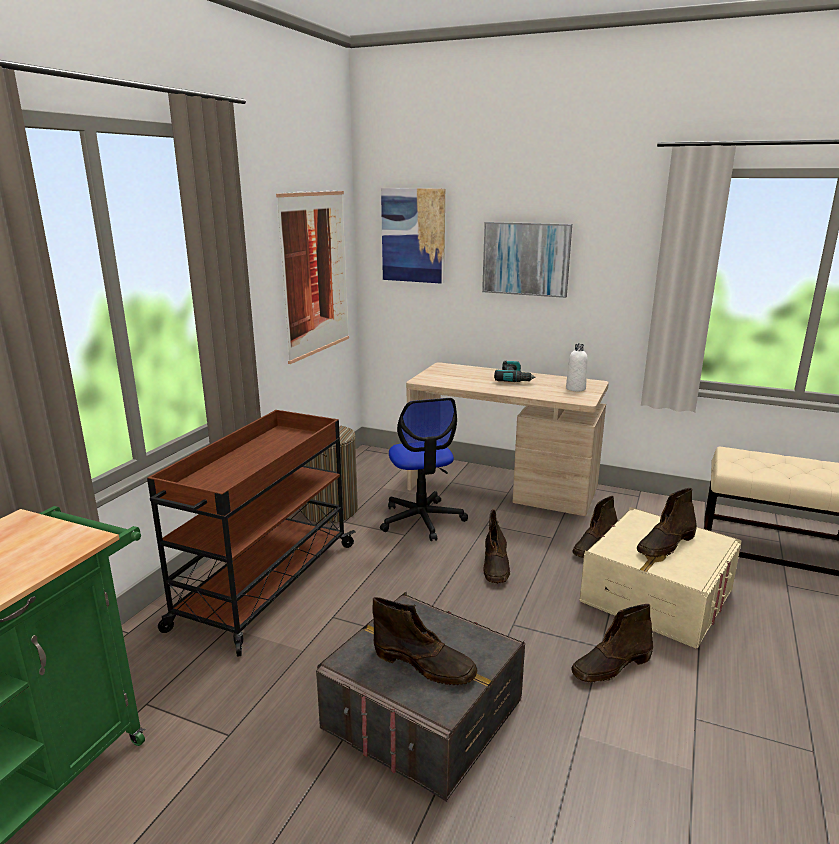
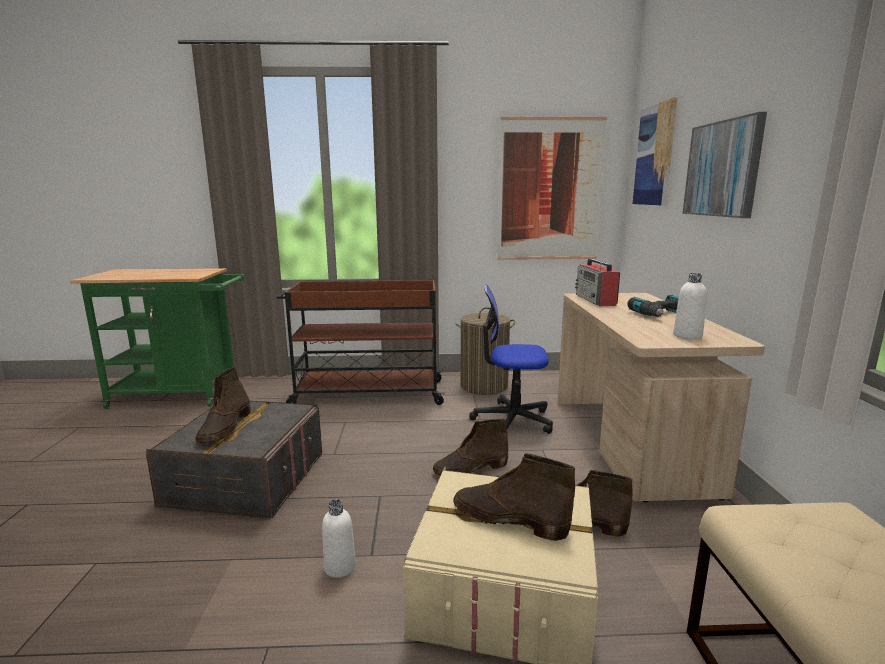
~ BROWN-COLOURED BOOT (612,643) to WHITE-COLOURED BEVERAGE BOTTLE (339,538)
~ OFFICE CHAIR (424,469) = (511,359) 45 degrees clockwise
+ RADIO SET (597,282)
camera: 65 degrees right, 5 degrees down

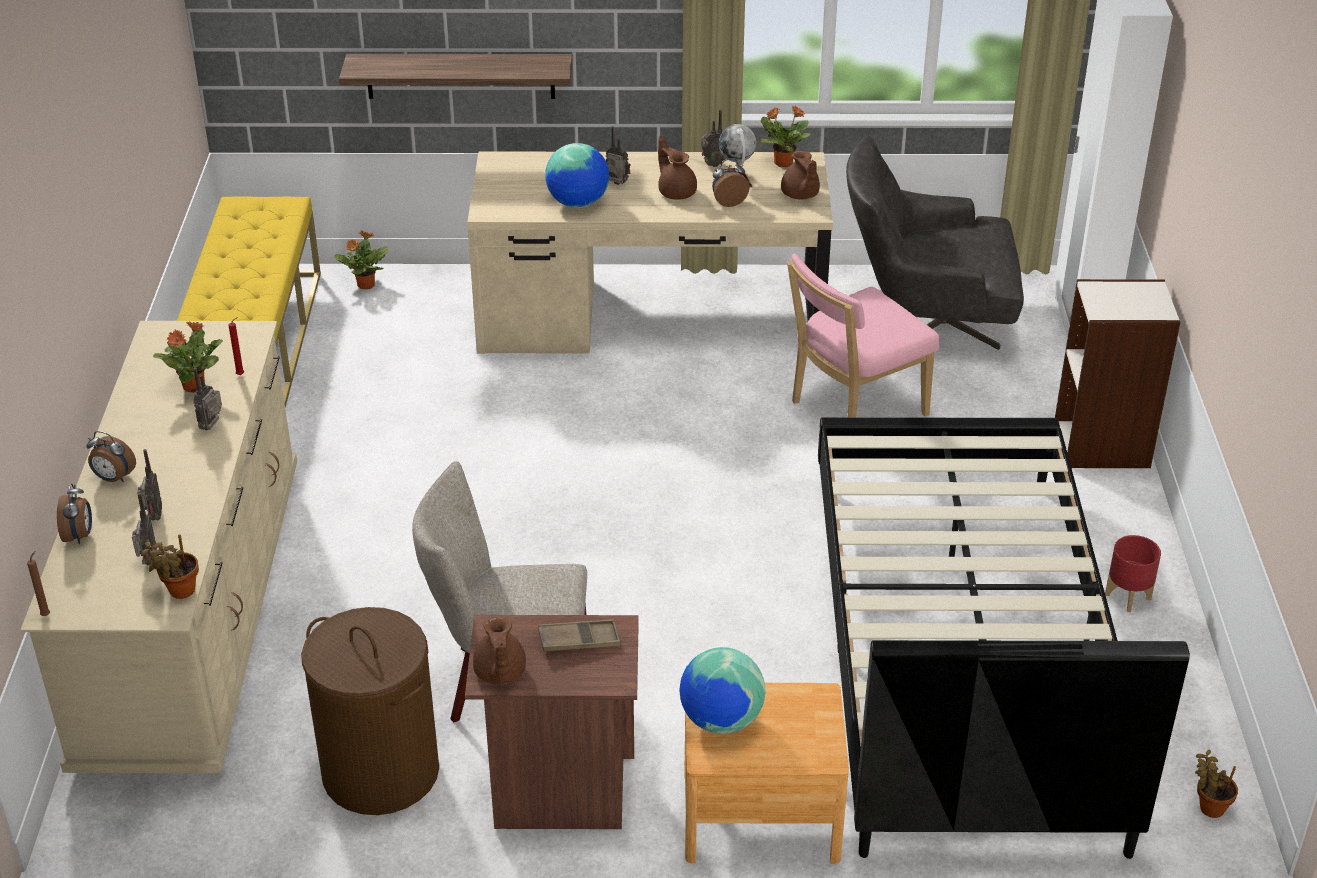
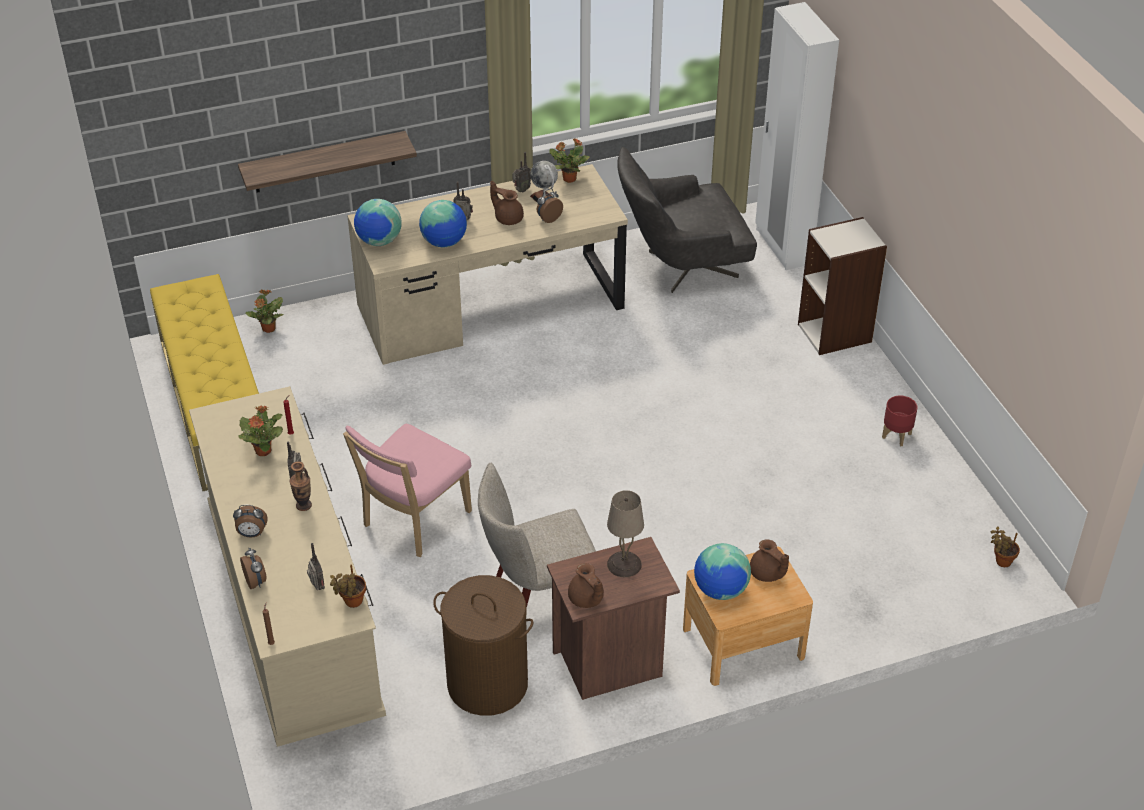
+ VASE (301,486)
~ PINK-COLOURED PLAIN CHAIR (863,335) to (407,490)
+ DESK GLOBE (378,222)
~ BROWN-COLOURED TRAY (579,635) to SAND-COLOURED LAMP FOR A TABLE (625,533)
~ BROWN-COLOURED TEA POT (800,175) to (769,560)
- RADIO SET (149,485)
- BLACKISH BED (1004,638)
camera: 20 degrees left, 5 degrees up

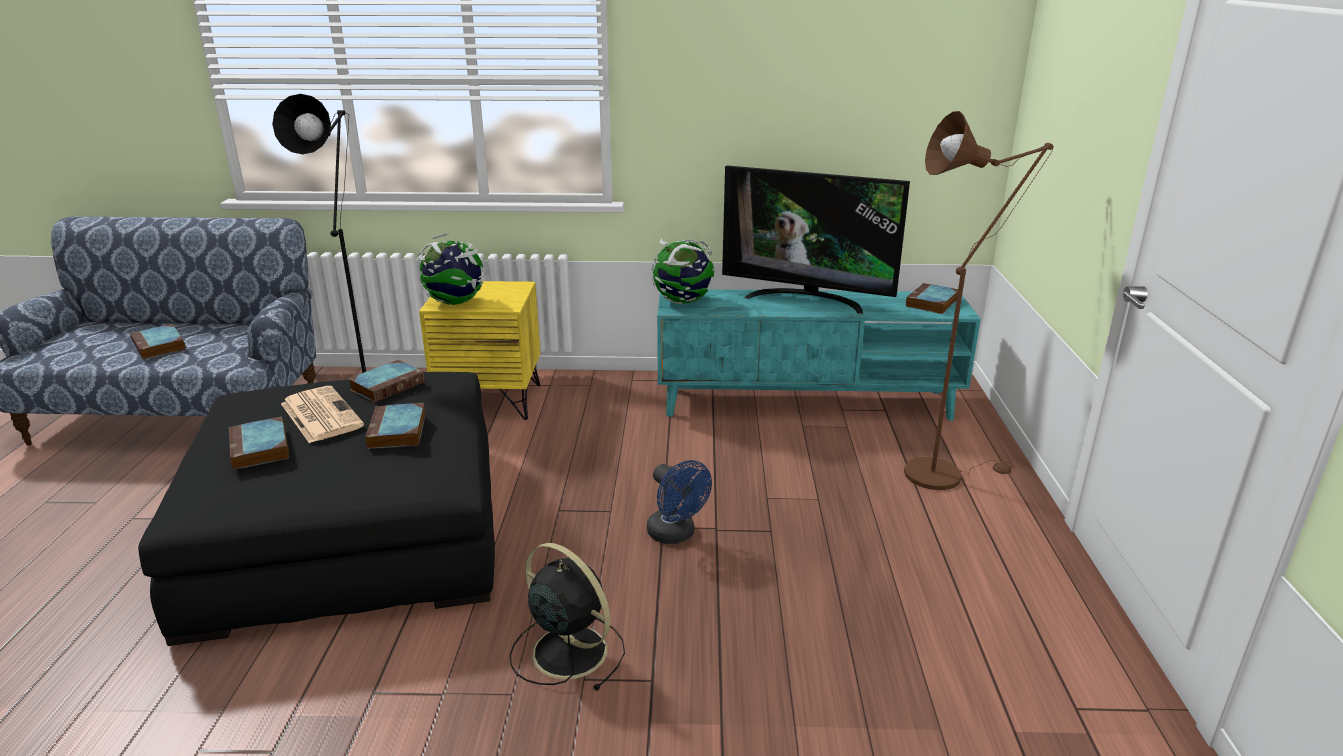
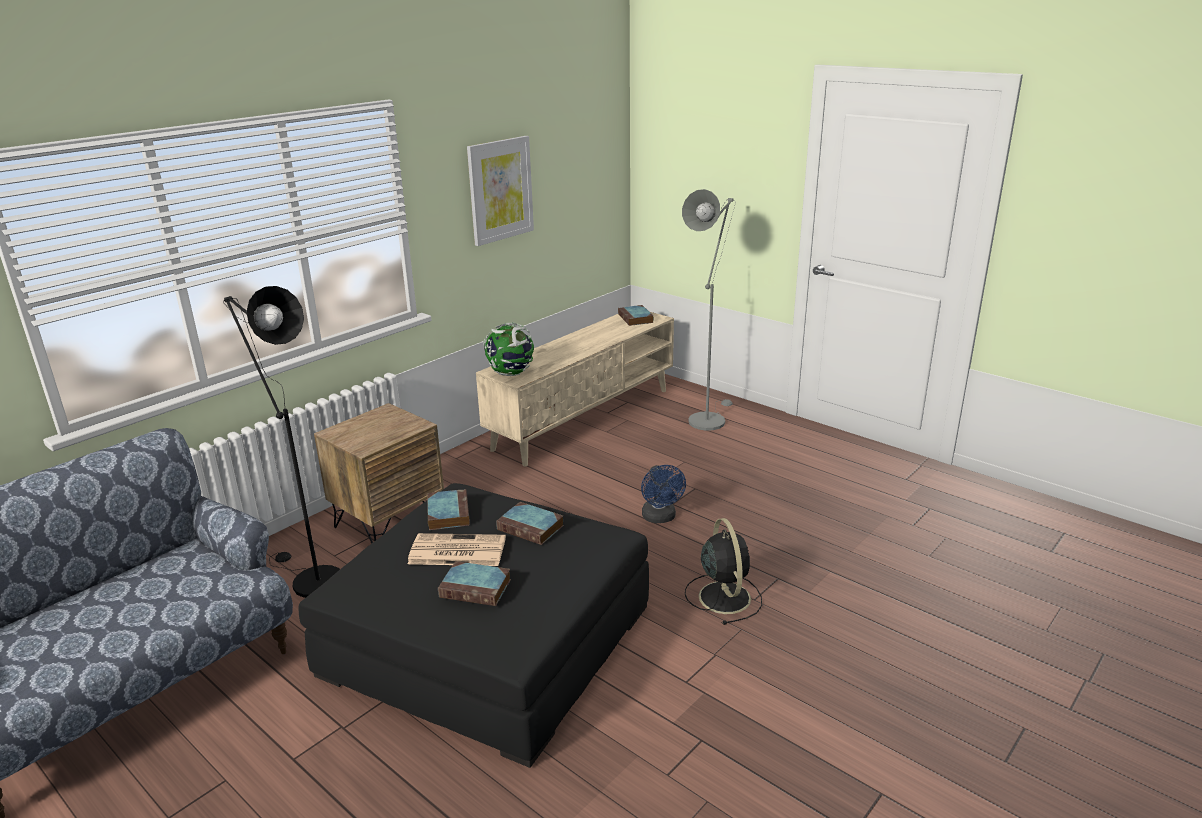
~ YELLOW NIGHT TABLE (480,350) to BROWN-COLOURED NIGHT TABLE (379,473)
+ WALL PICTURE (500,191)
~ BLUE-GREEN MEDIA CONSOLE (819,355) to SAND-COLOURED MEDIA CONSOLE (575,389)
~ BLUISH FAN (679,502) = (663,494) 75 degrees clockwise
~ BROWN-COLOURED STANDARD LAMP (979,300) to GREY STANDARD LAMP (709,310)
~ BLACKISH FAN (567,617) = (723,571) 90 degrees clockwise
- VOLUME (158,341)
- DESK GLOBE (452,269)
- TV SET (816,239)
camera: 50 degrees left, 0 degrees up

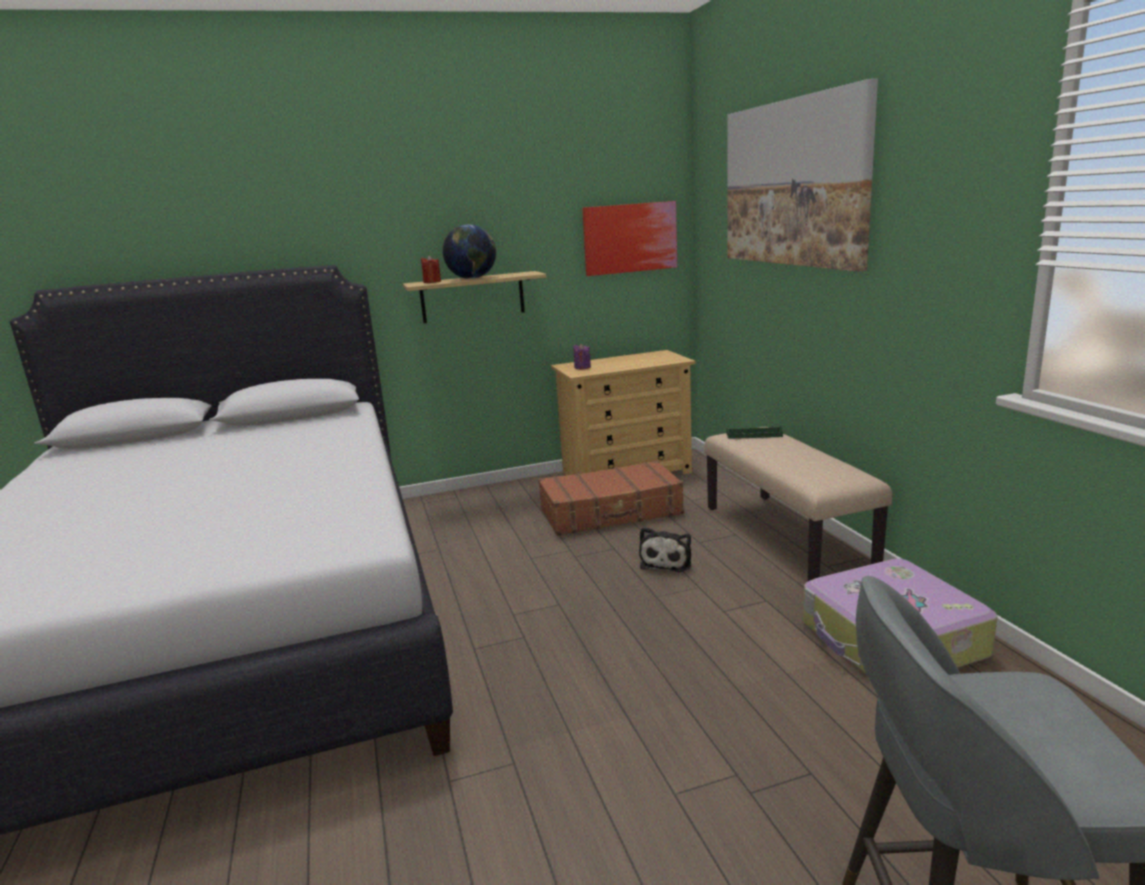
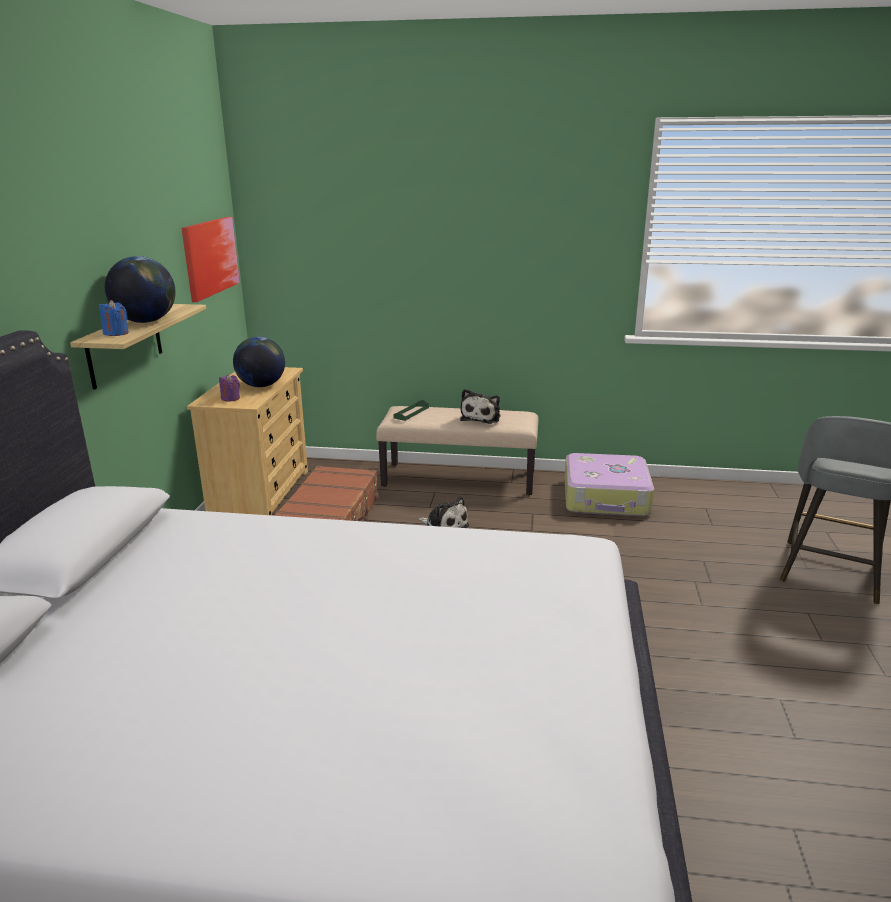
~ RED WAX CANDLE (431,269) to BLUISH WAX CANDLE (114,318)
+ DESK GLOBE (259,361)
+ CUDDLY TOY (480,406)
- WALL PICTURE (802,175)
camera: 65 degrees left, 5 degrees up

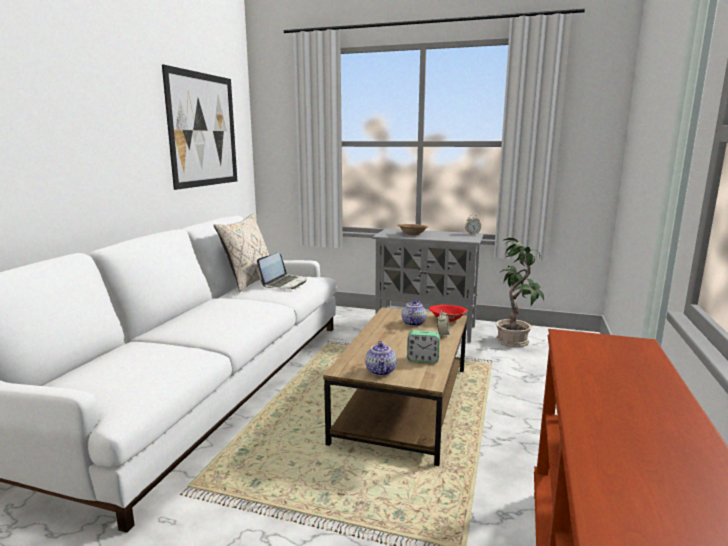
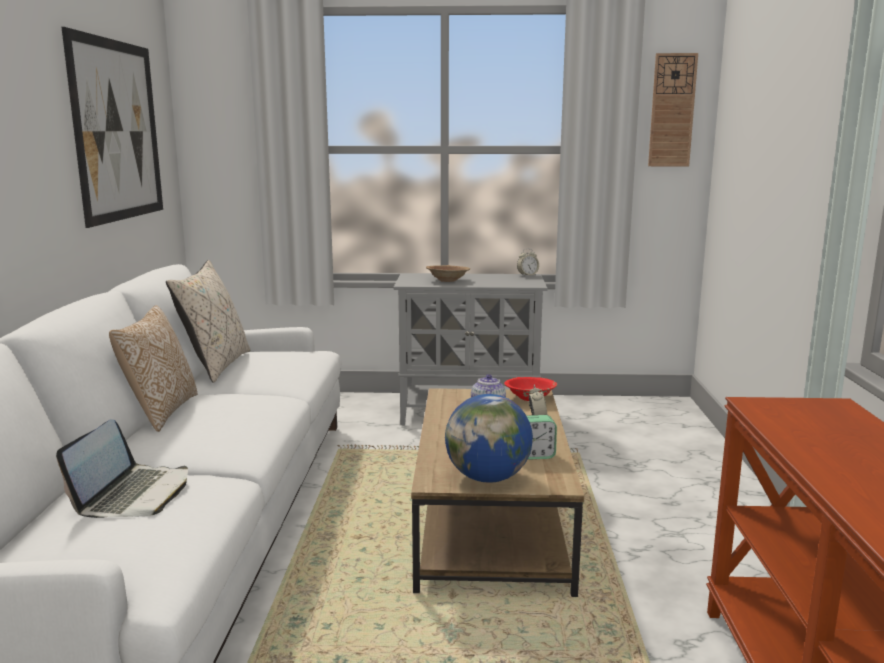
~ LAPTOP (282,270) to (122,468)
+ THROW PILLOW (153,368)
~ TEA POT (381,358) to DESK GLOBE (489,438)
+ WALL CLOCK (673,109)
- POTTED PLANT (520,292)
camera: 15 degrees left, 0 degrees up

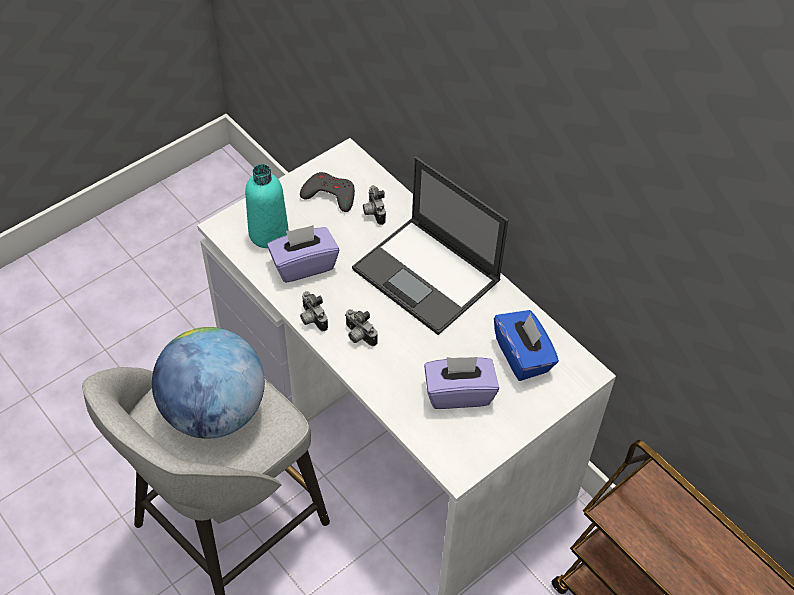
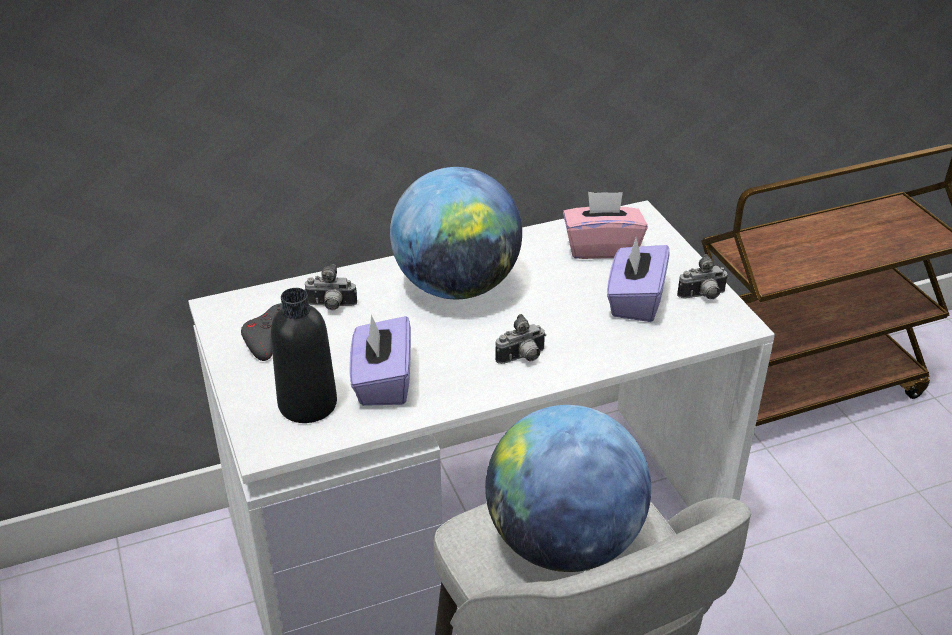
~ BLUE-GREEN BEVERAGE BOTTLE (267,206) to BLACKISH BEVERAGE BOTTLE (304,355)
~ LAPTOP (430,246) to DESK GLOBE (456,233)
~ BLUISH TISSUE HOLDER (526,345) to PINK-COLOURED TISSUE HOLDER (605,225)
~ PHOTO CAMERA (314,311) to (702,276)
camera: 70 degrees left, 15 degrees down

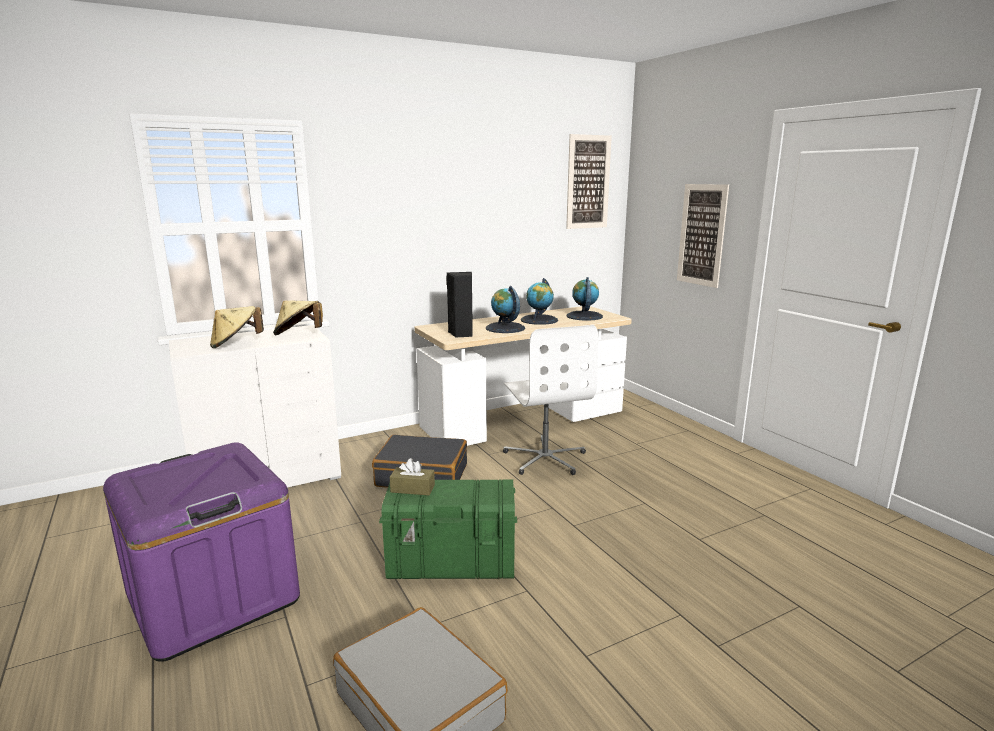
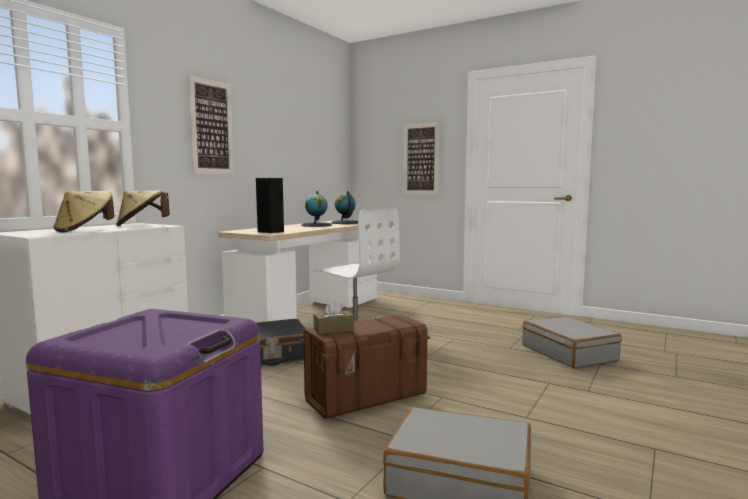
~ WALL PICTURE (589,181) to (211,124)
~ GREEN-COLOURED STORAGE BIN (448,529) to BROWN-COLOURED STORAGE BIN (365,366)
+ GREY PIECE OF LUGGAGE (572,342)
- DESK GLOBE (505,309)
camera: 30 degrees left, 10 degrees down

